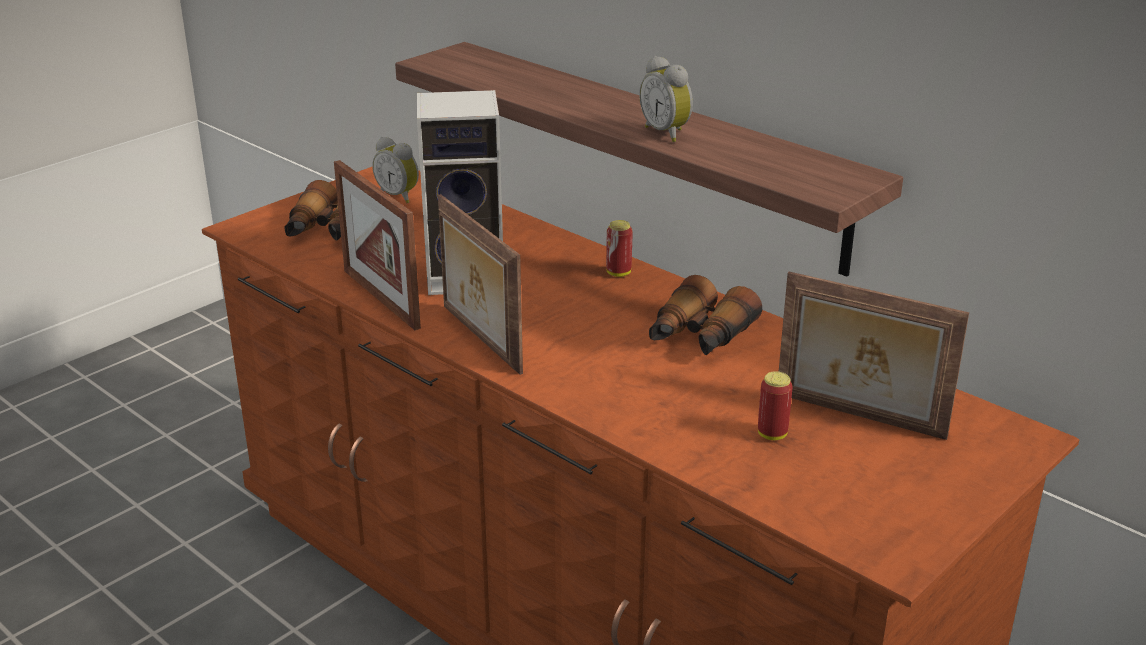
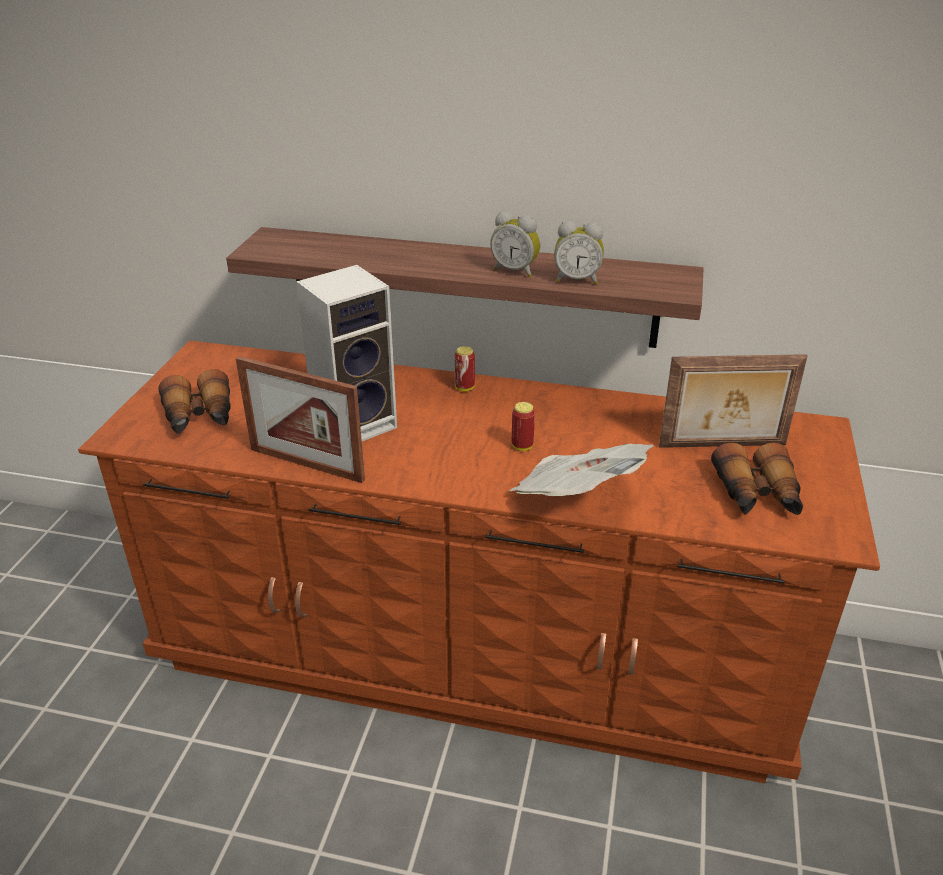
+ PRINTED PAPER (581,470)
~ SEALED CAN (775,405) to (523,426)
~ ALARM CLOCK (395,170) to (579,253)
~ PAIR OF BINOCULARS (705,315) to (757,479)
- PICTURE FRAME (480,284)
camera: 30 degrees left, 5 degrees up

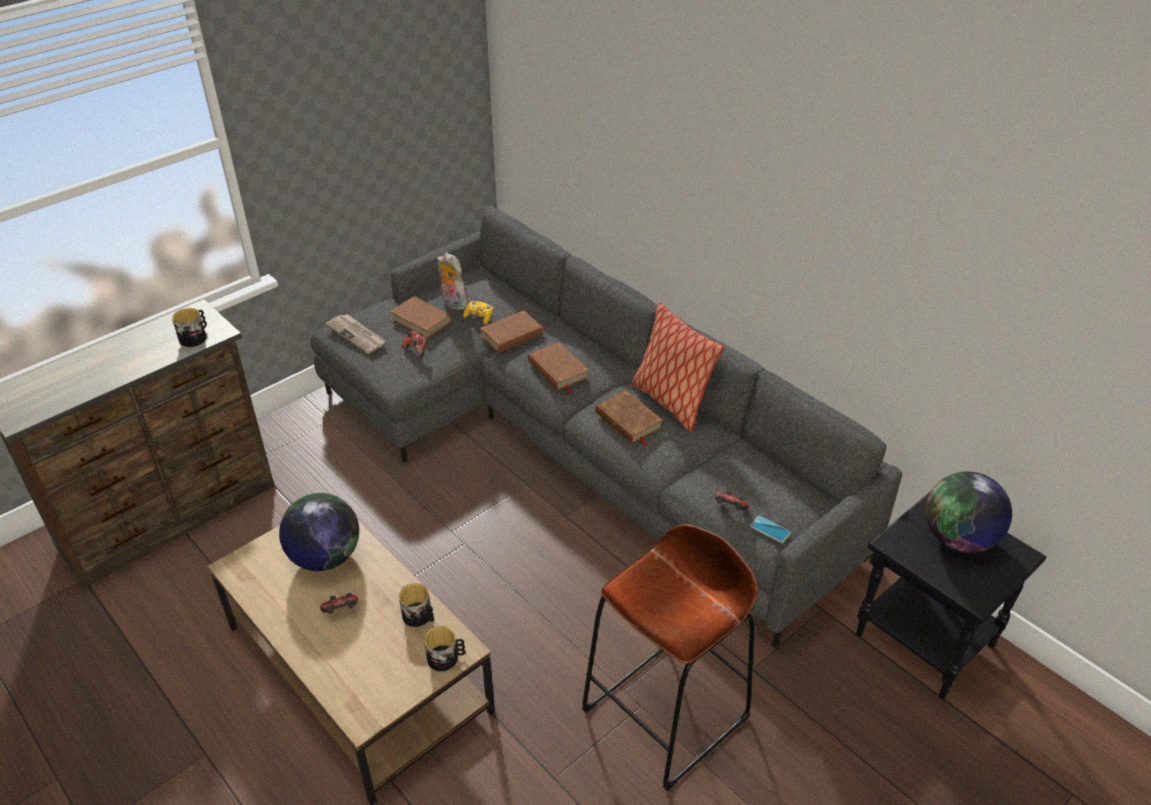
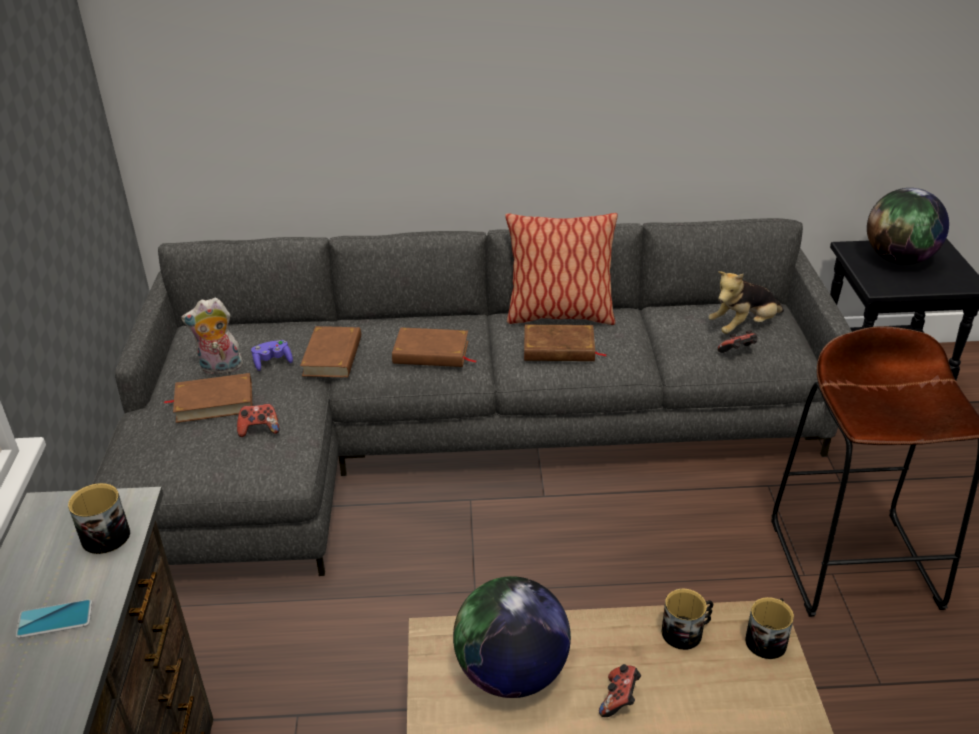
~ TELEPHONE (770,529) to (54,618)
~ YELLOW GAMEPAD (478,312) to PURPLE-COLOURED GAMEPAD (272,355)
+ CUDDLY TOY (746,302)
- PRINTED PAPER (356,334)
camera: 50 degrees left, 5 degrees down

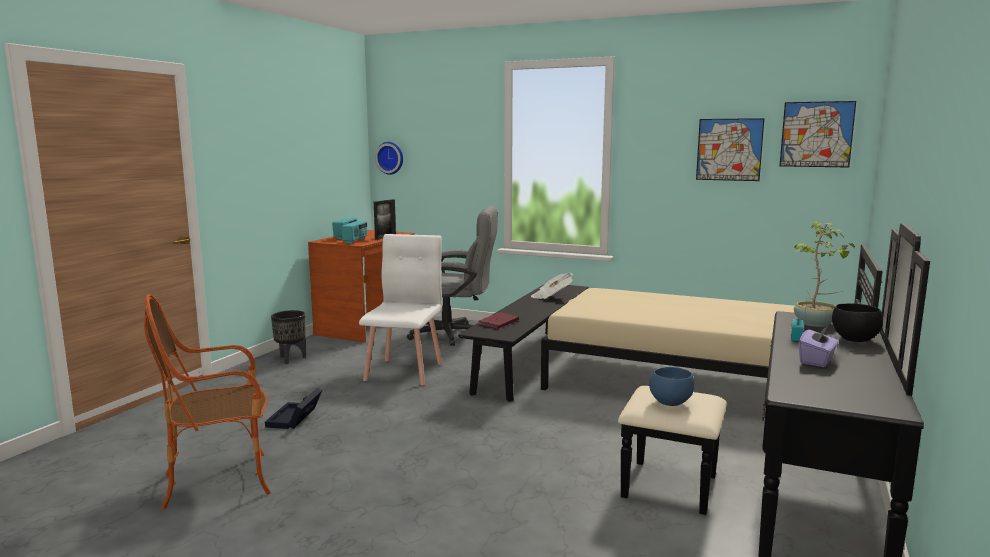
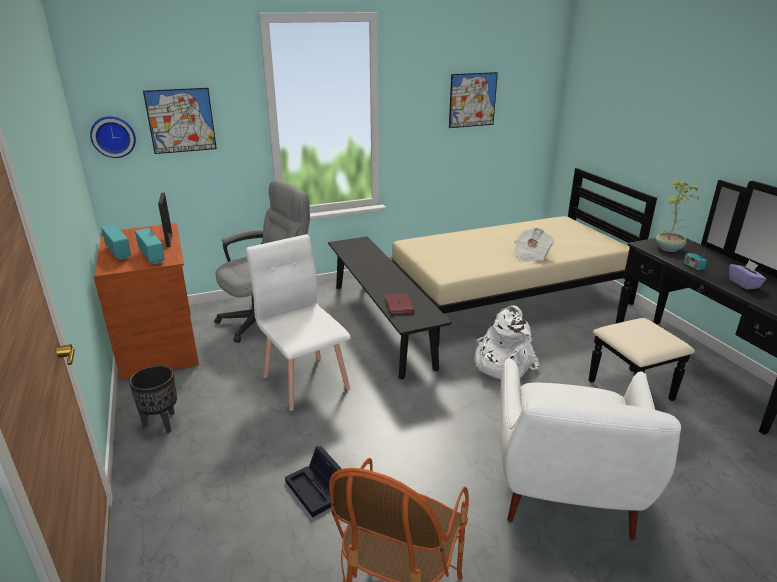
~ WALL PICTURE (818,134) to (180,121)
+ WHITE-COLOURED RUCKSACK (506,342)
+ WHITE-COLOURED ARMCHAIR (591,449)
~ PRINTED PAPER (552,286) to (534,245)
- BLUISH DEEP DISH (671,386)
- BLACKISH DEEP DISH (857,322)
camera: 45 degrees left, 15 degrees up

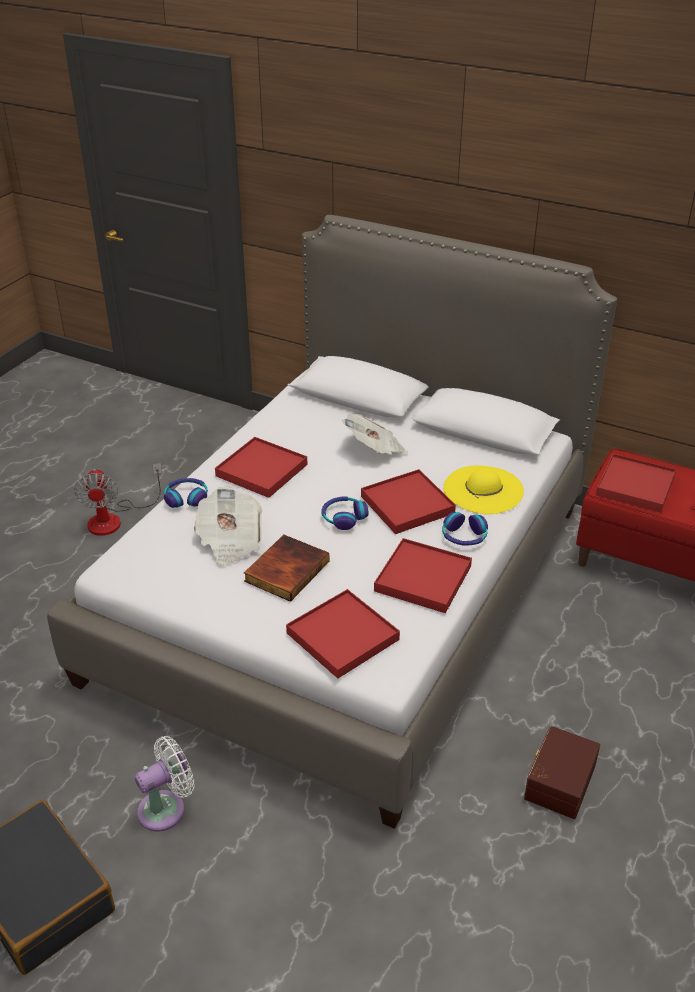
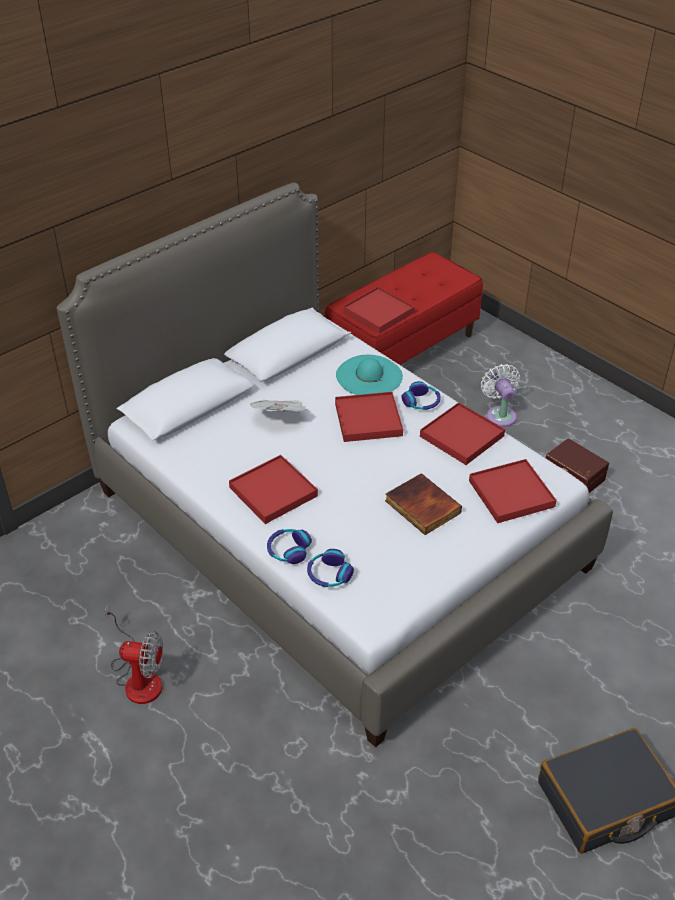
~ HEADSET (345,513) to (330,568)
~ YELLOW CLOTHING HAT (483,490) to BLUE-GREEN CLOTHING HAT (369,375)
~ WHITE-COLOURED FAN (164,783) to (500,395)
- PRINTED PAPER (228,526)
camera: 70 degrees left, 5 degrees up

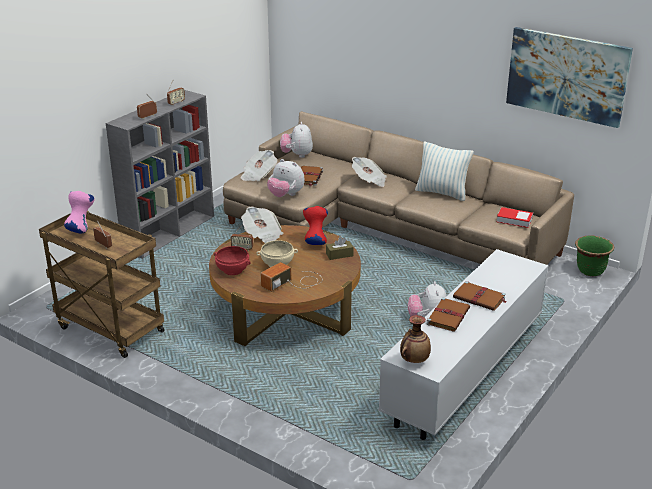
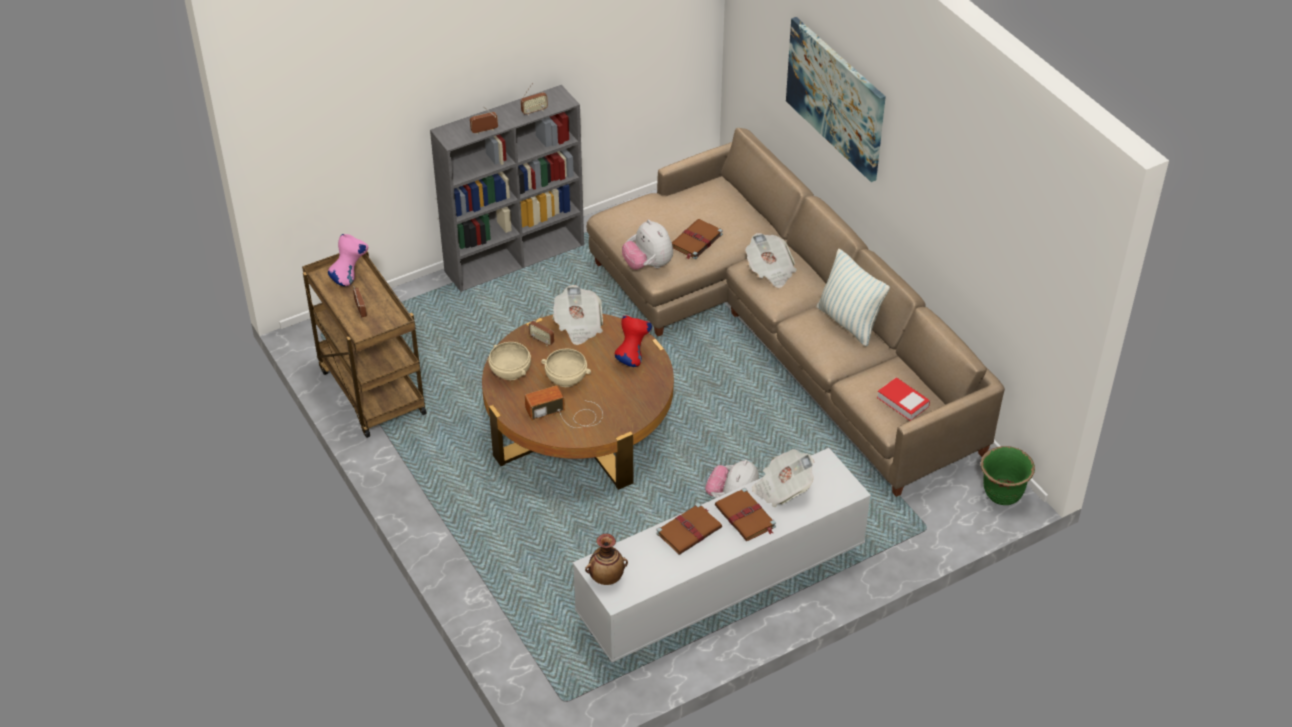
~ RED DEEP DISH (232,260) to SAND-COLOURED DEEP DISH (509,361)
~ PRINTED PAPER (258,166) to (783,478)
~ WALL PICTURE (569,77) to (836,99)
- CUDDLY TOY (296,140)
- BROWN-COLOURED TISSUE HOLDER (340,248)
camera: 25 degrees right, 15 degrees up

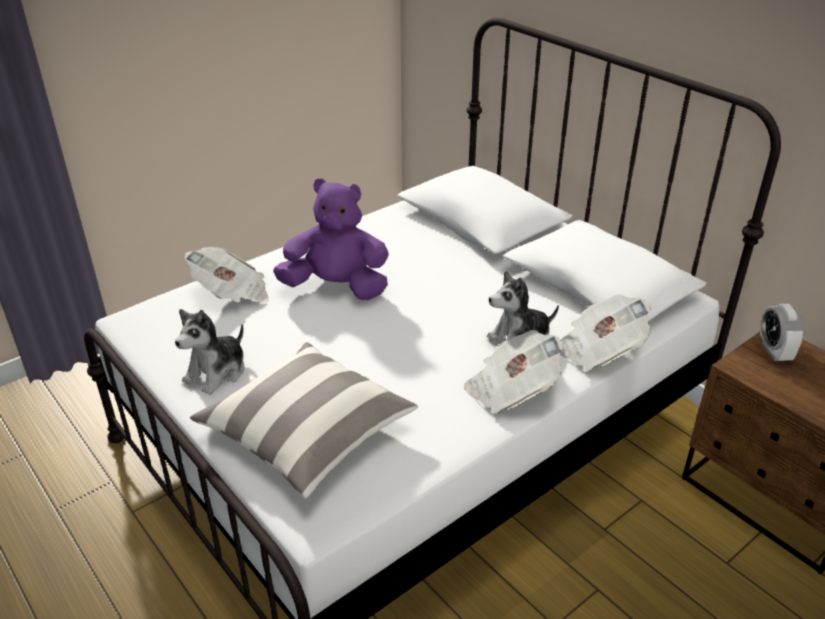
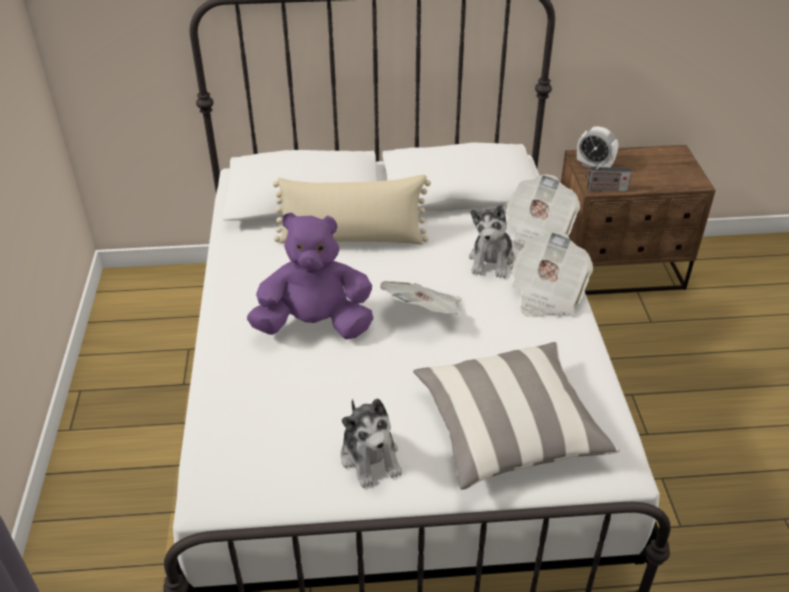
~ PURPLE-COLOURED CUDDLY TOY (331,239) = (310,275) 45 degrees clockwise
+ SAND-COLOURED THROW PILLOW (352,209)
~ PRINTED PAPER (226,275) to (421,298)
+ RADIO SET (609,175)
camera: 55 degrees left, 5 degrees up

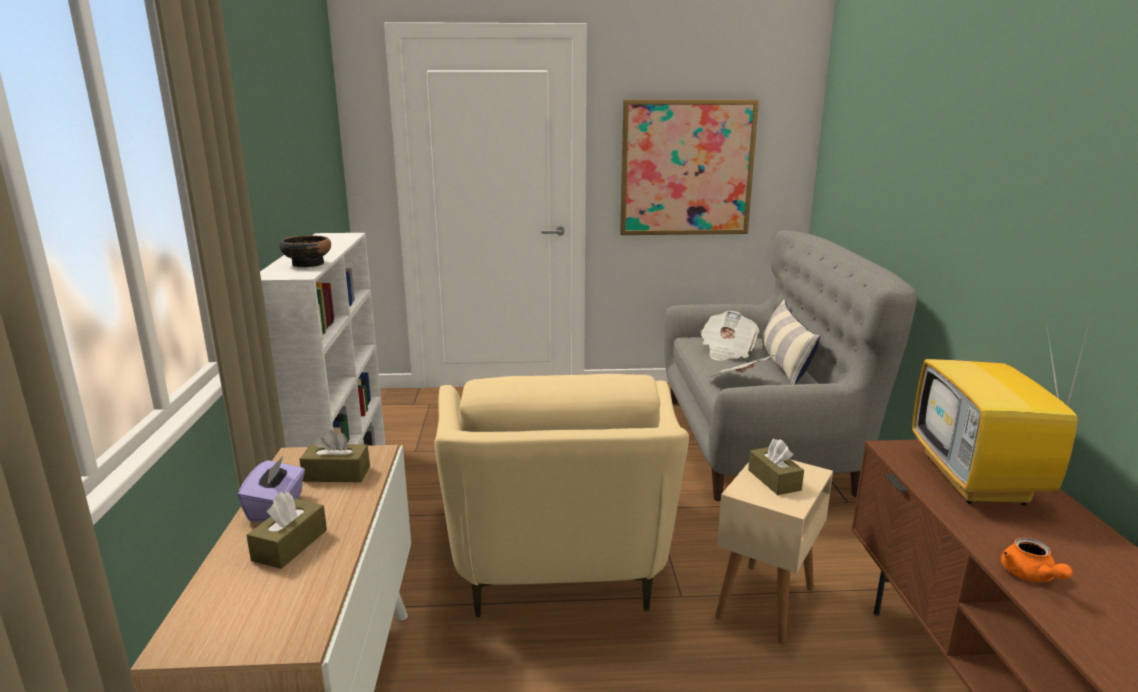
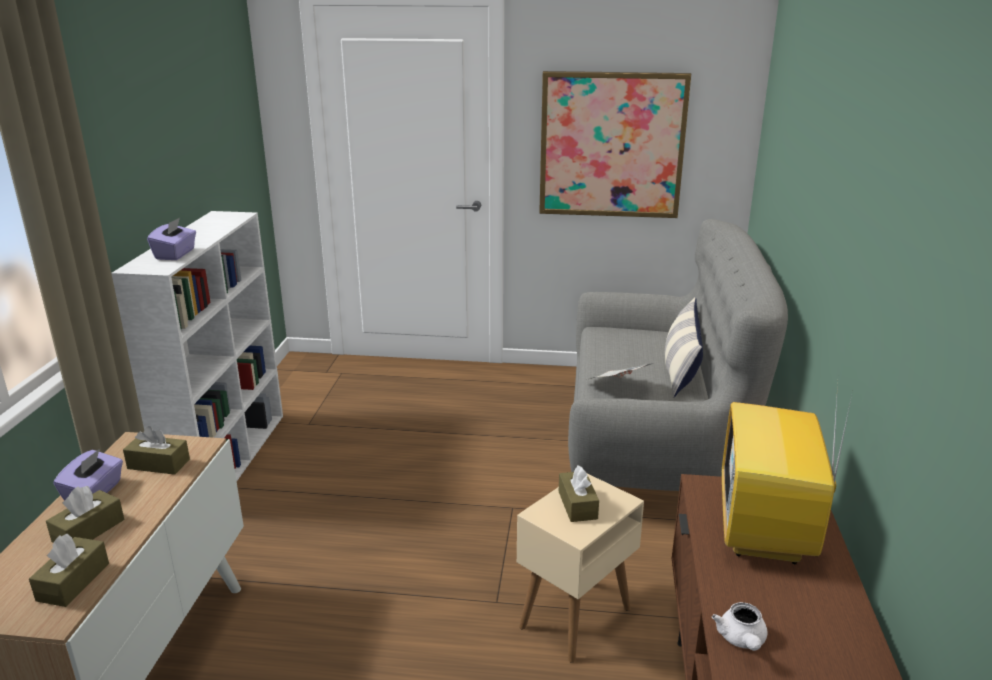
+ BROWN-COLOURED TISSUE HOLDER (69,570)
~ DEEP DISH (305,251) to PURPLE-COLOURED TISSUE HOLDER (171,239)
~ ORANGEY TEA POT (1036,560) to WHITE-COLOURED TEA POT (739,626)
- SAND-COLOURED ARMCHAIR (561,495)
- PRINTED PAPER (730,336)
camera: 10 degrees right, 5 degrees up

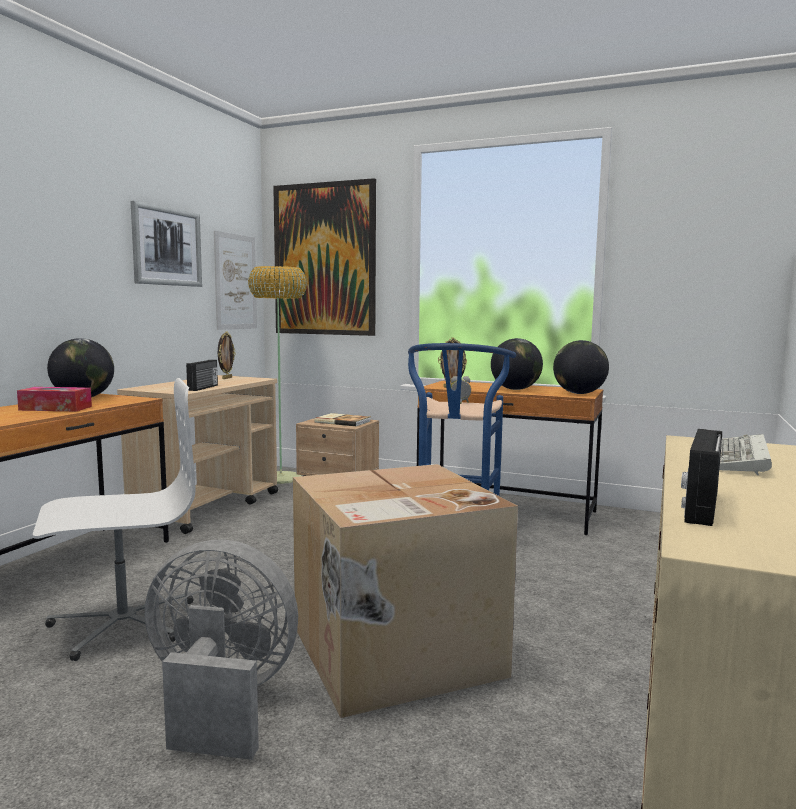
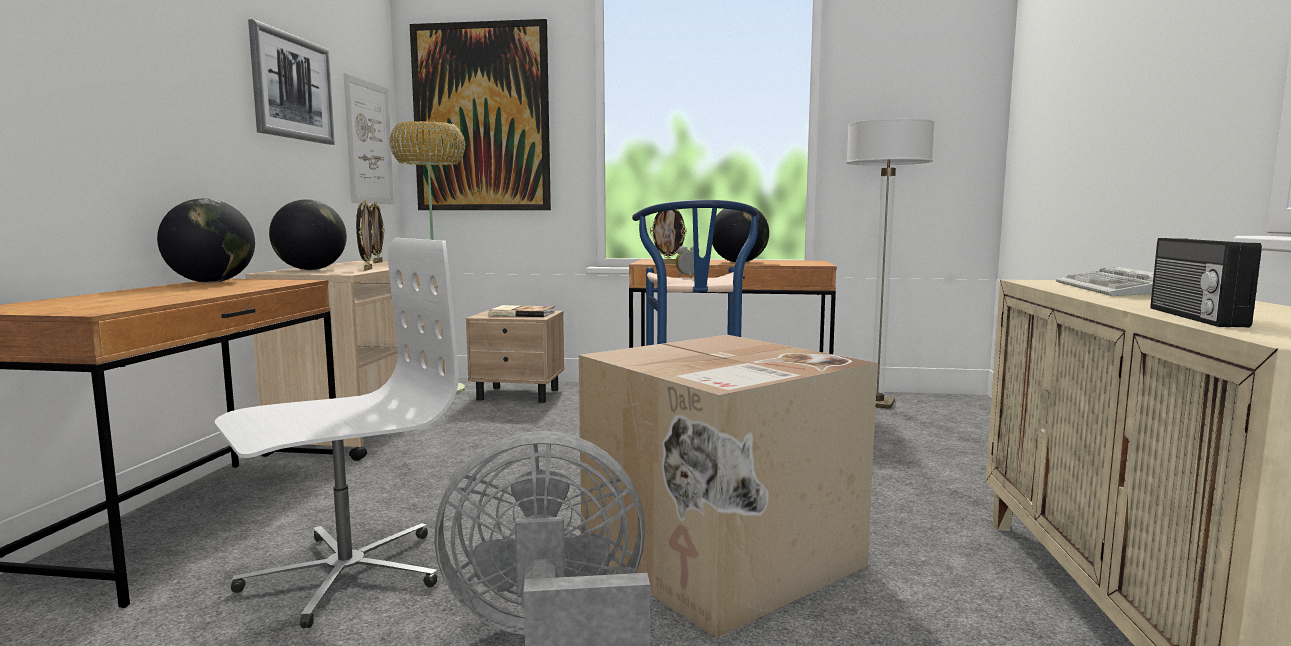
~ DESK GLOBE (581,367) to (308,234)
~ RADIO SET (202,375) to PICTURE FRAME (365,235)
+ STANDARD LAMP (890,263)
- TISSUE HOLDER (54,399)
camera: 15 degrees left, 0 degrees up

